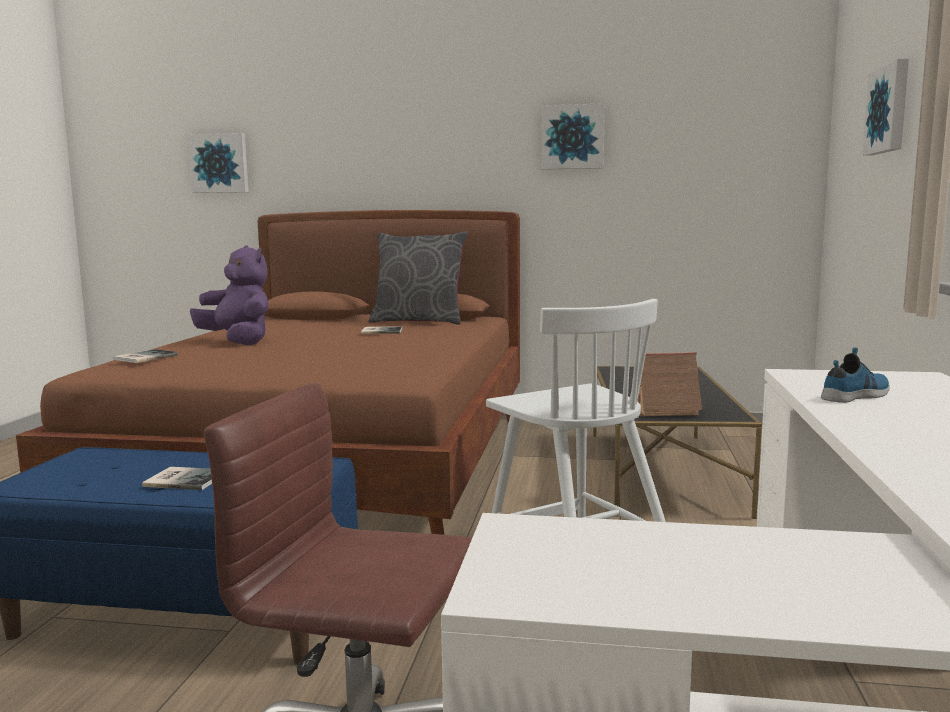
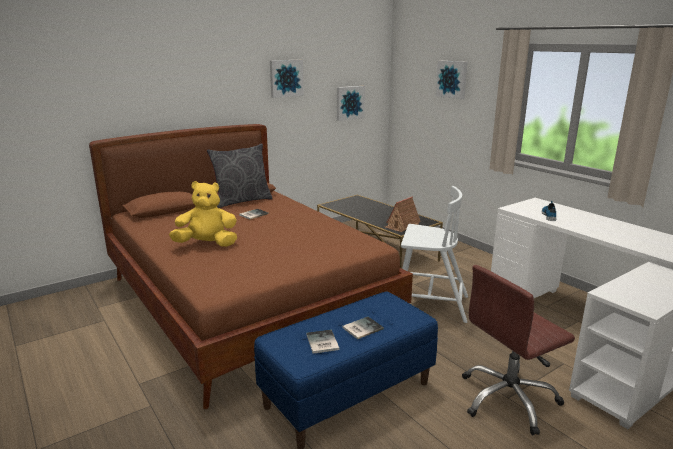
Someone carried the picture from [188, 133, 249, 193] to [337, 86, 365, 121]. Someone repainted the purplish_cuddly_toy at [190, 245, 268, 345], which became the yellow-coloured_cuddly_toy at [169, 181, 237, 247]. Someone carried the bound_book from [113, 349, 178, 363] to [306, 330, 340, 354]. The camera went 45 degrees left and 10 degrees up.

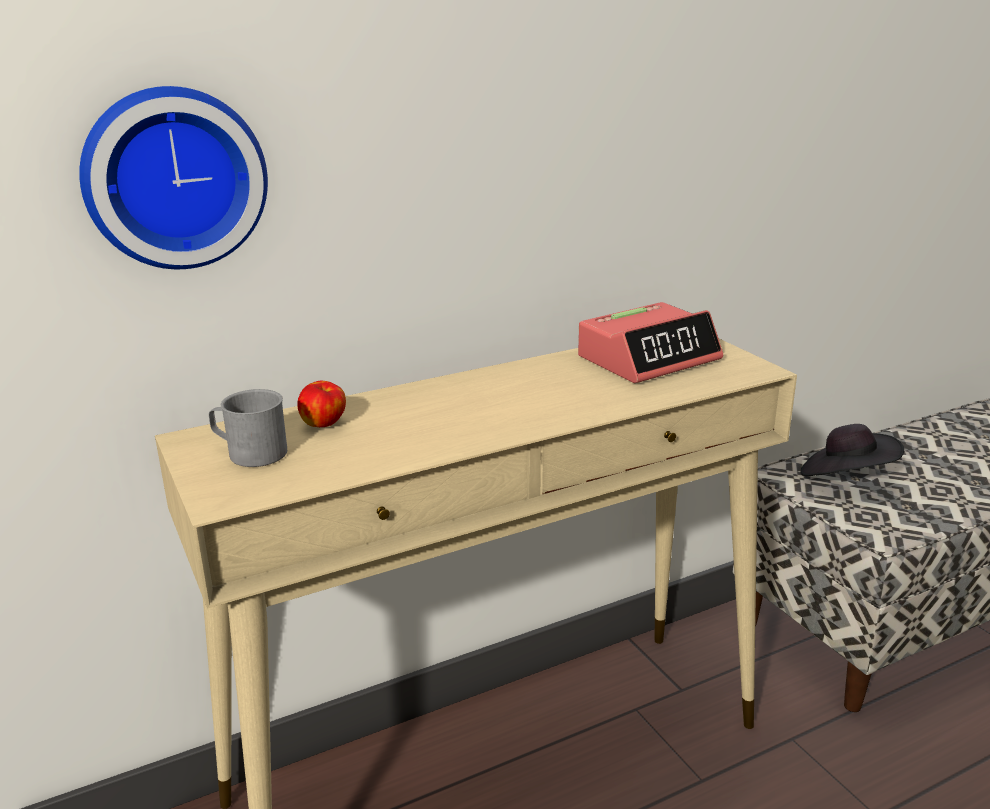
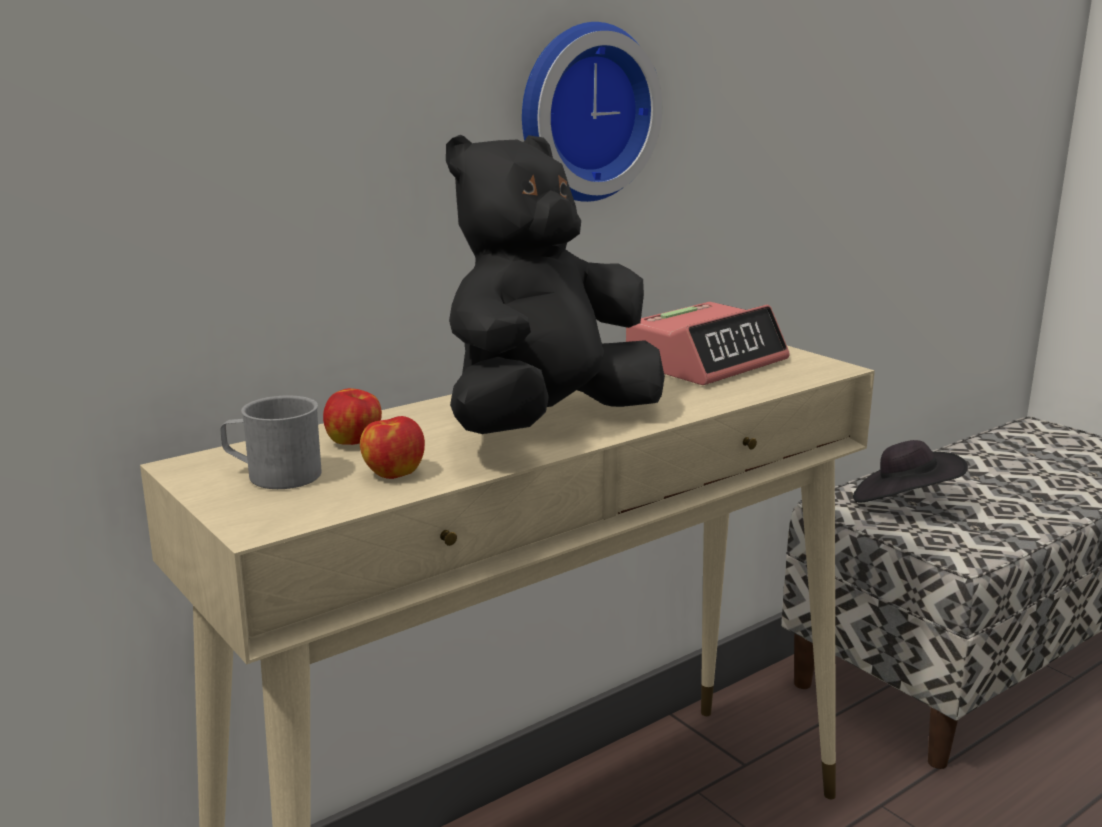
Someone carried the wall_clock from [79, 86, 268, 269] to [522, 22, 662, 202]. Someone put down the blackish_cuddly_toy at [446, 135, 665, 434]. Someone put down the whole_apple at [360, 416, 425, 479]. The camera went 10 degrees left and 5 degrees down.

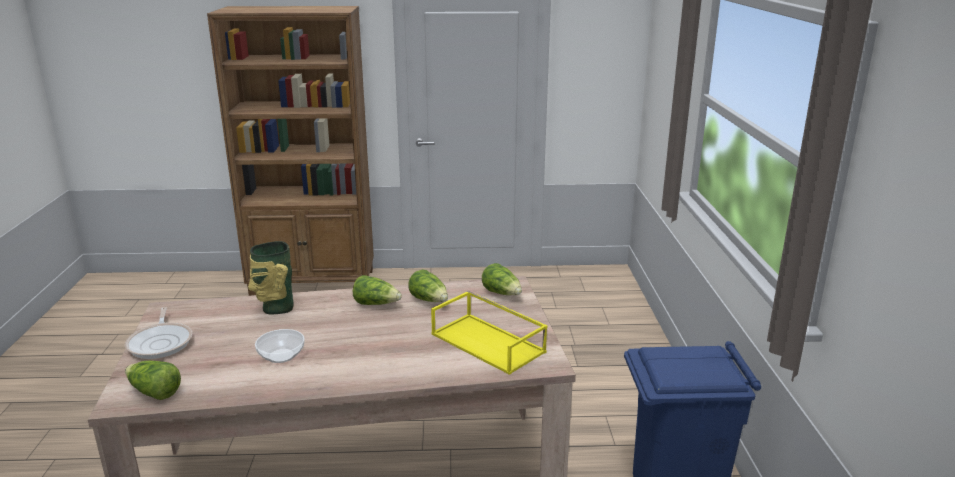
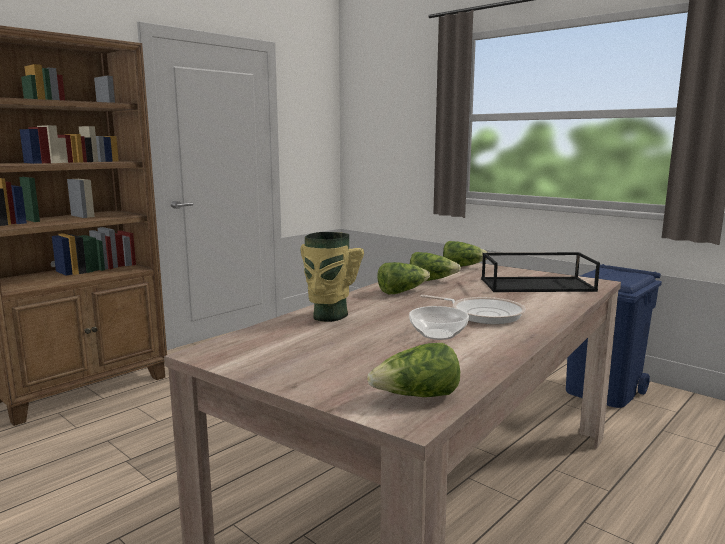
Someone repainted the yellow-coloured_carrying_tray at [431, 291, 547, 375], which became the blackish_carrying_tray at [481, 252, 600, 292]. Someone carried the frying_pan from [125, 307, 192, 359] to [420, 295, 526, 324]. The camera went 45 degrees left and 10 degrees down.

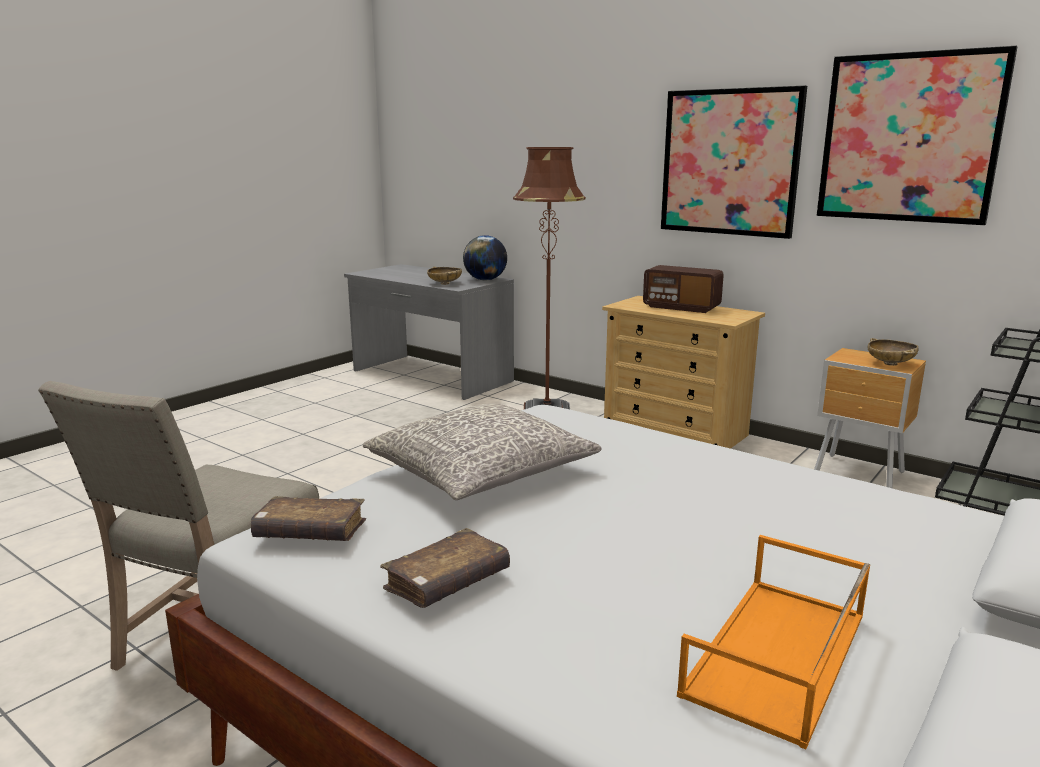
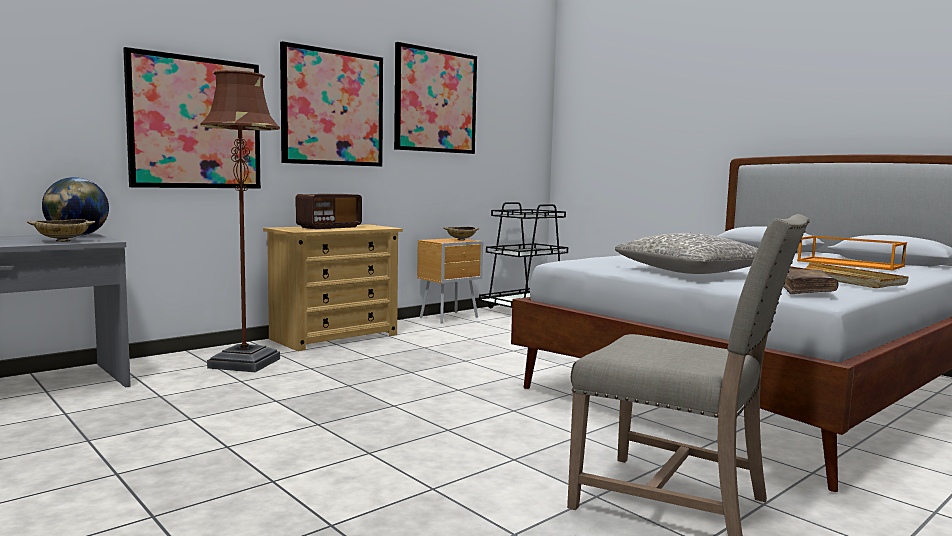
Someone swapped the brownish_bound_book at [380, 528, 510, 608] for the sand-coloured_carrying_tray at [790, 262, 909, 288]. Someone put up the picture at [123, 47, 261, 189]. The camera went 80 degrees left and 10 degrees down.

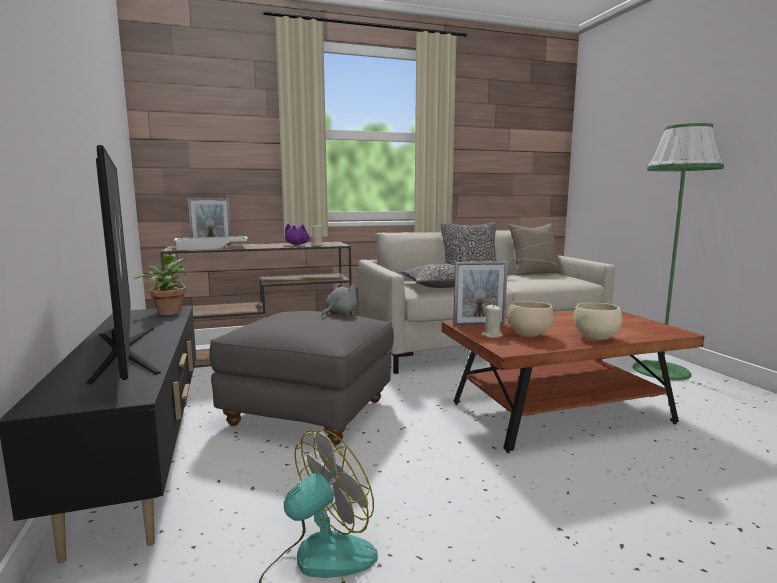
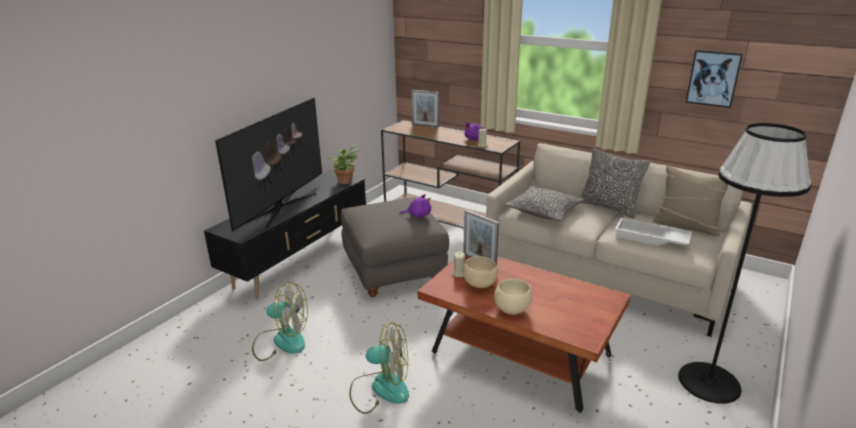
Someone repainted the green_floor_lamp at [633, 123, 724, 380], which became the blackish_floor_lamp at [678, 123, 812, 404]. Someone carried the white_carrying_tray from [174, 236, 248, 250] to [615, 218, 692, 246]. Someone repainted the grey_cuddly_toy at [321, 283, 358, 316], which became the purplish_cuddly_toy at [399, 194, 431, 218]. Someone put up the picture at [686, 50, 743, 108]. Someone put down the cooling_fan at [350, 322, 409, 414]. The camera went 50 degrees right and 15 degrees up.

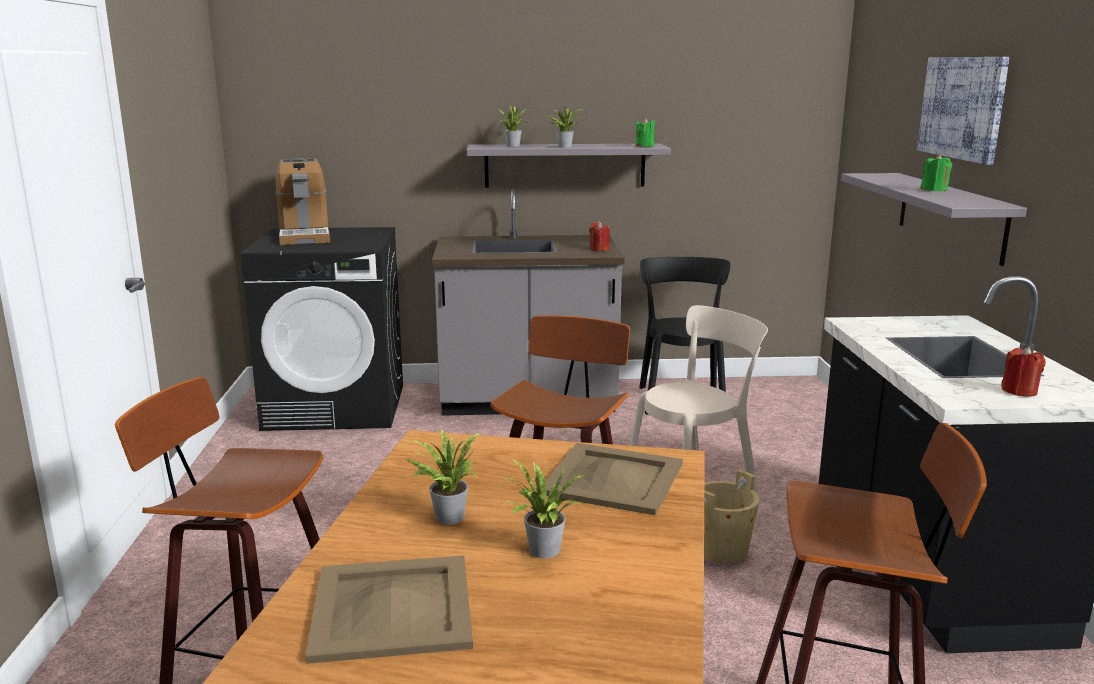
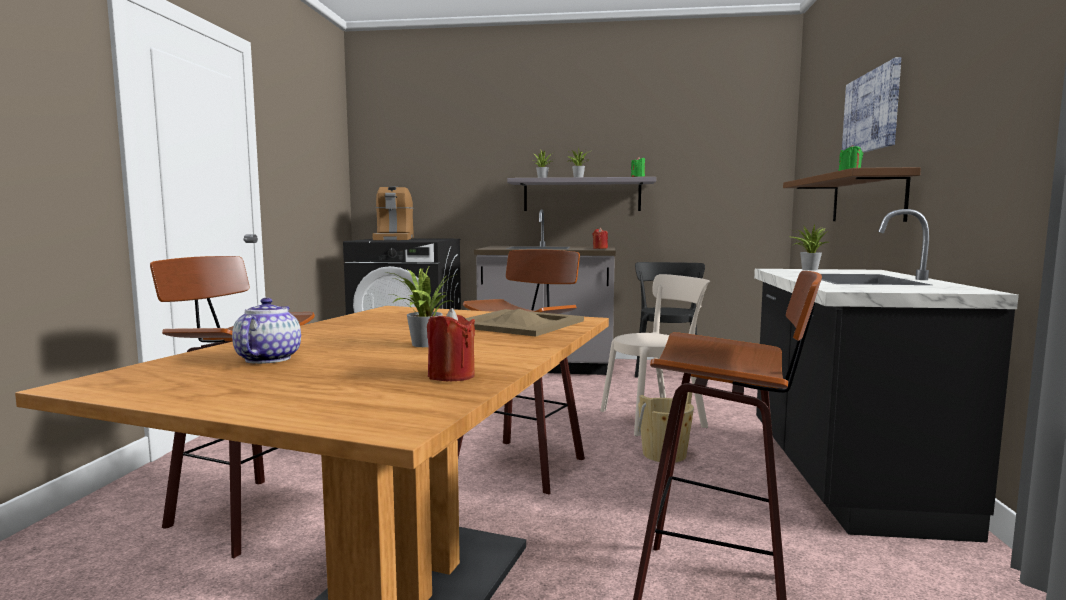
Someone repainted the grey_wall_shelf at [841, 173, 1027, 266], which became the brownish_wall_shelf at [783, 167, 921, 222]. Someone carried the reddish_wax_light from [1001, 346, 1046, 397] to [427, 308, 475, 382]. Someone carried the plant_in_a_pot from [405, 428, 483, 525] to [791, 225, 830, 270]. Someone swapped the sand-coloured_carrying_tray at [305, 555, 473, 664] for the teapot at [232, 298, 301, 364]. The camera went 10 degrees right and 10 degrees down.

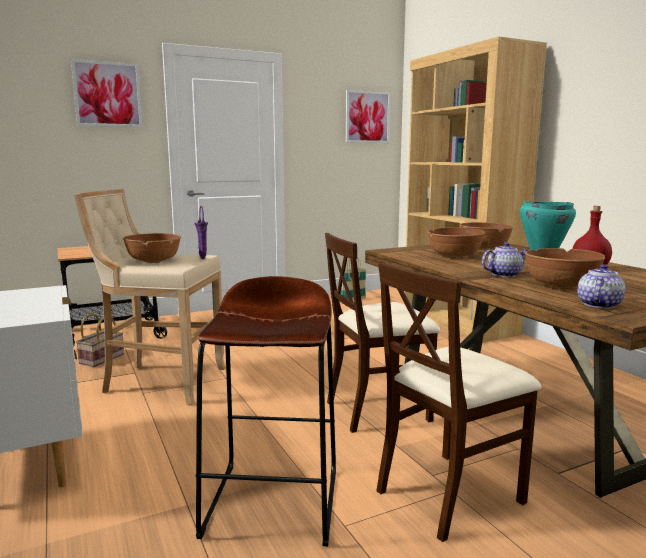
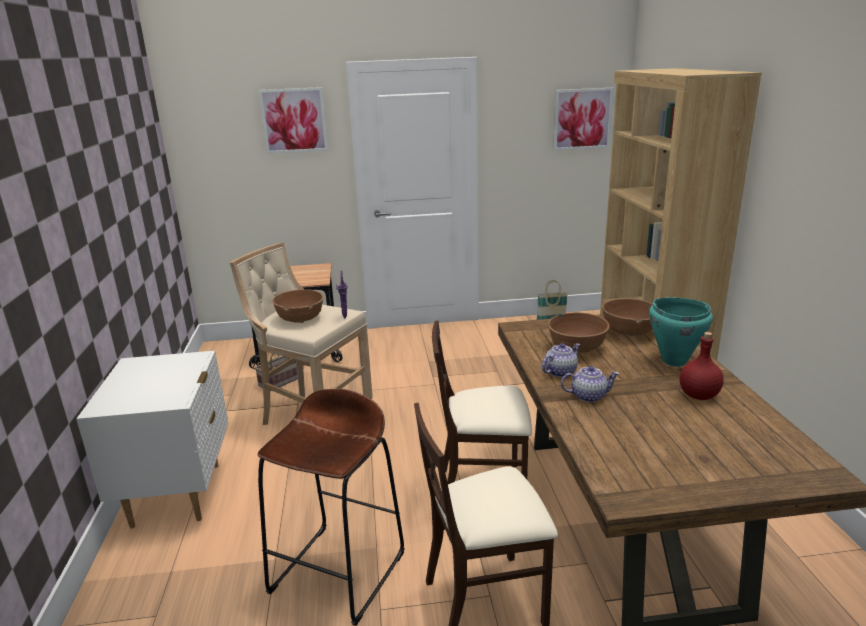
Someone took away the brownish_deep_dish at [525, 248, 605, 290]. Someone carried the teapot from [577, 264, 625, 309] to [542, 343, 580, 377]. The camera went 20 degrees right and 10 degrees up.

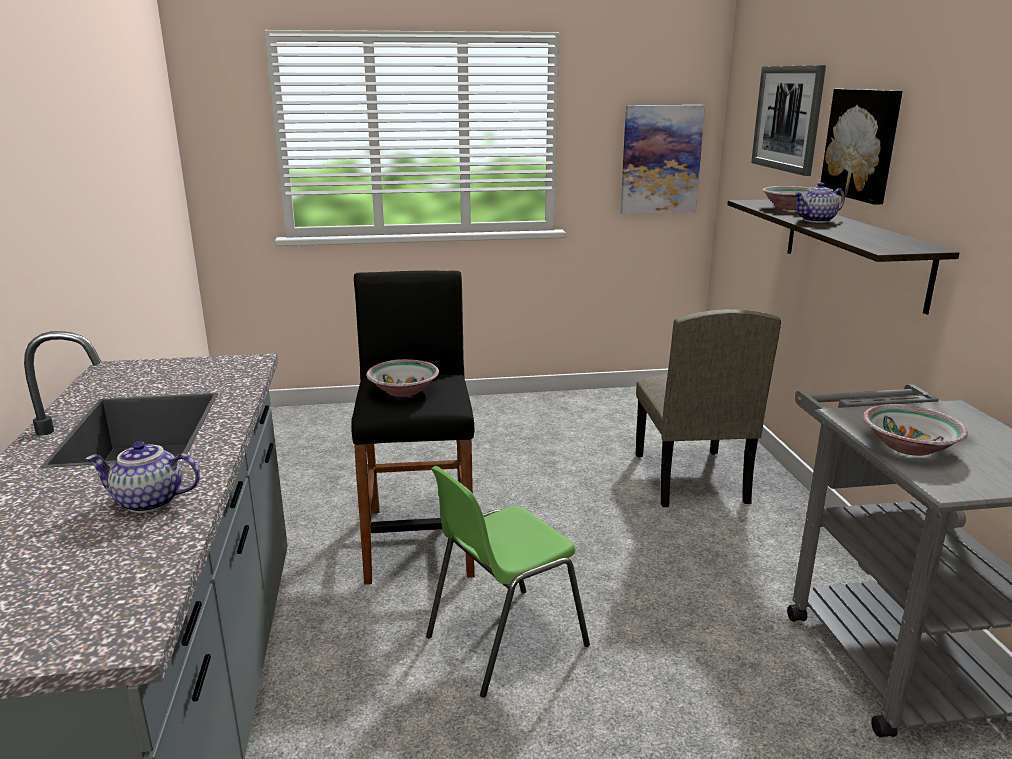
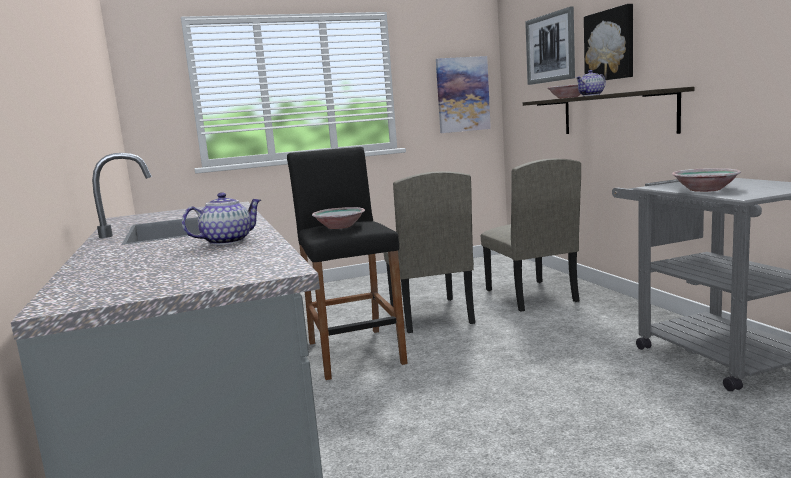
Someone rotated the teapot at [85, 441, 200, 513] by 150 degrees clockwise. Someone took away the green_plain_chair at [426, 466, 590, 698]. Someone put down the sand-coloured_plain_chair at [384, 171, 475, 333]. The camera went 10 degrees left and 10 degrees down.

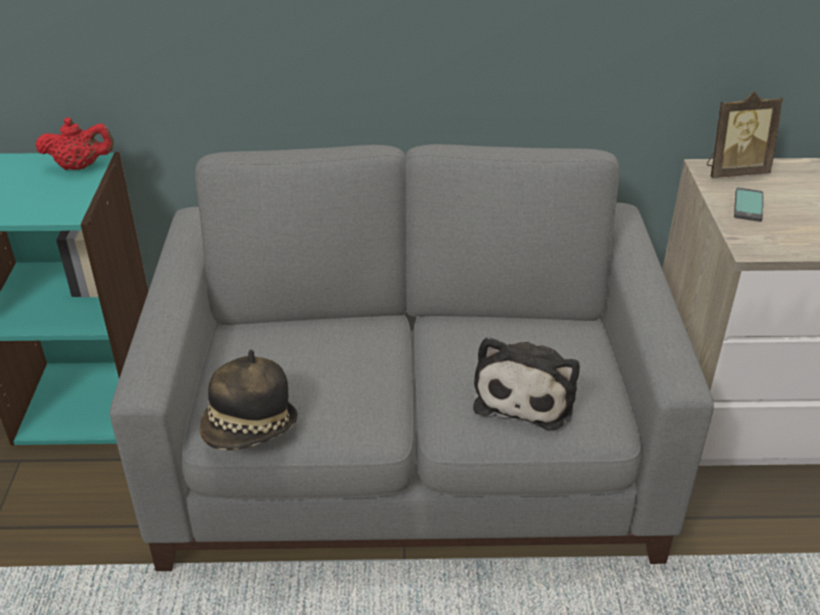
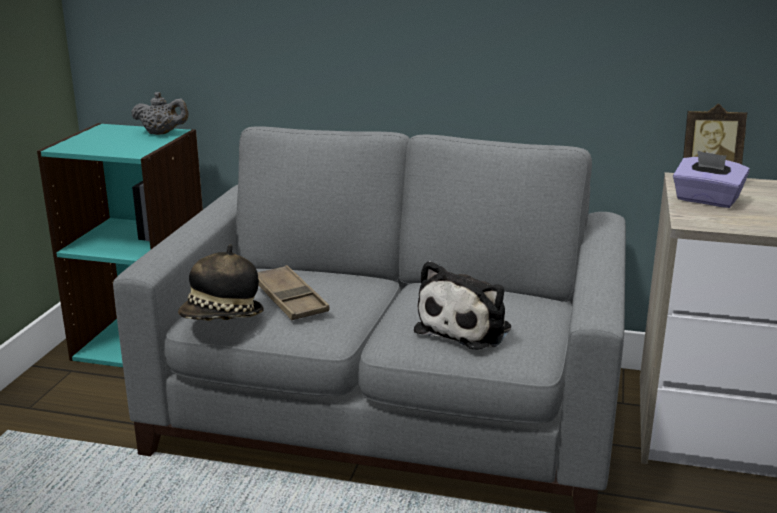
Someone repainted the reddish_teapot at [35, 117, 114, 170], which became the grey_teapot at [131, 92, 189, 135]. Someone swapped the handset at [734, 188, 764, 222] for the purplish_tissue_holder at [673, 151, 750, 208]. Someone put down the brownish_carrying_tray at [257, 265, 329, 320]. The camera went 15 degrees right and 15 degrees down.

